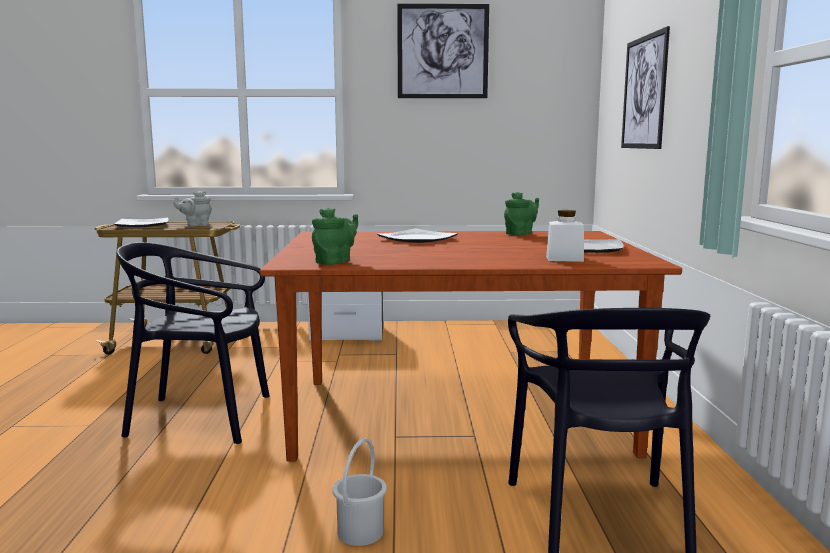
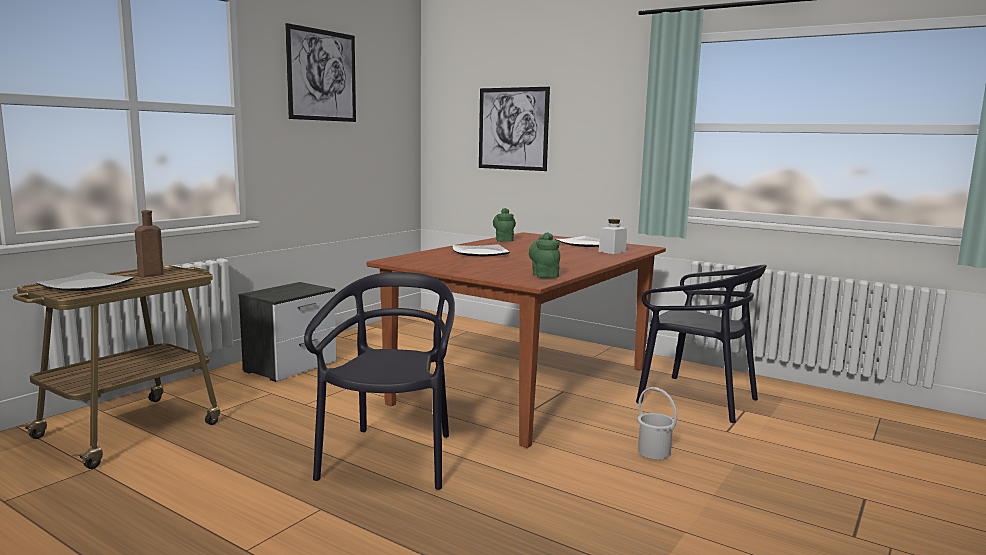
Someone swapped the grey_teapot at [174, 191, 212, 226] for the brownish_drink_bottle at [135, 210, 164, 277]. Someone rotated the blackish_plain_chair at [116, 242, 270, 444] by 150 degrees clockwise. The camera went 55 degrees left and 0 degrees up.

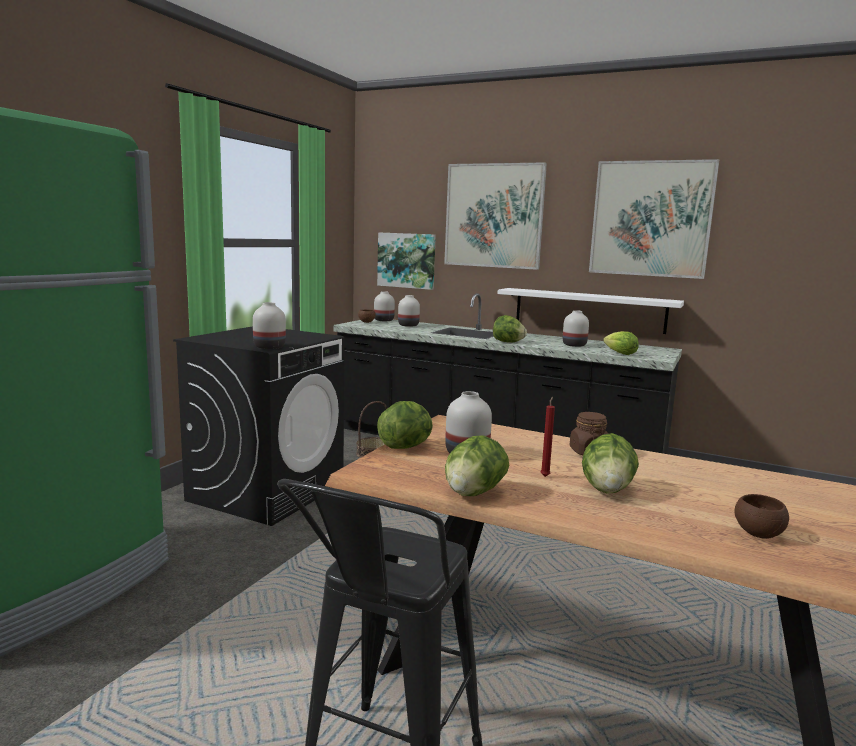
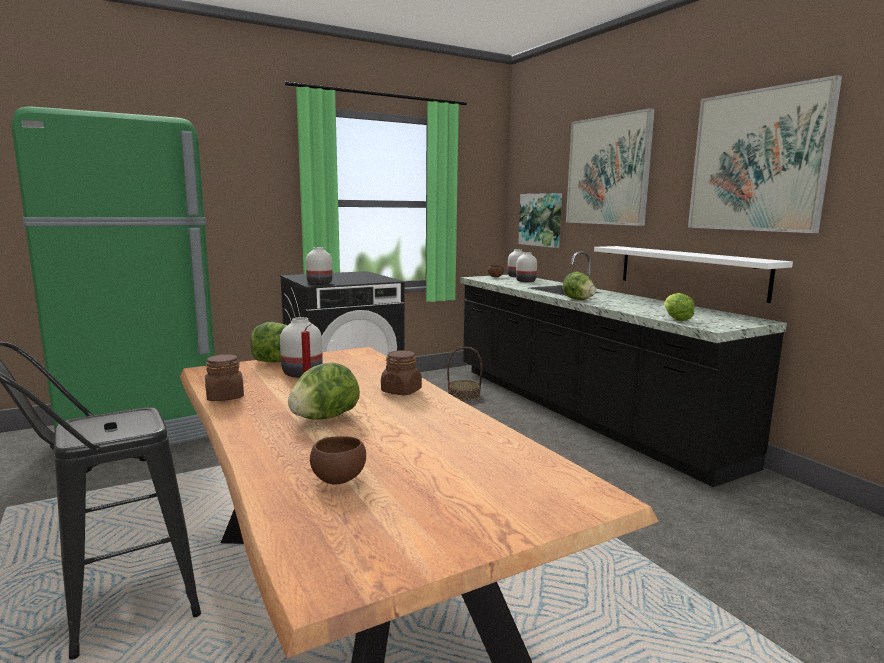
Someone took away the white_vase at [563, 310, 589, 347]. Someone swapped the lettuce at [445, 435, 509, 496] for the brownish_preserve_jar at [205, 354, 244, 401]. The camera went 35 degrees right and 0 degrees up.

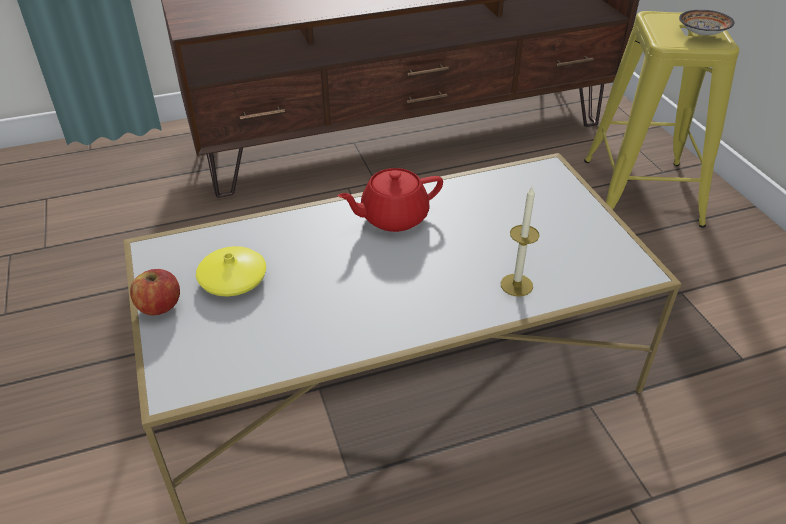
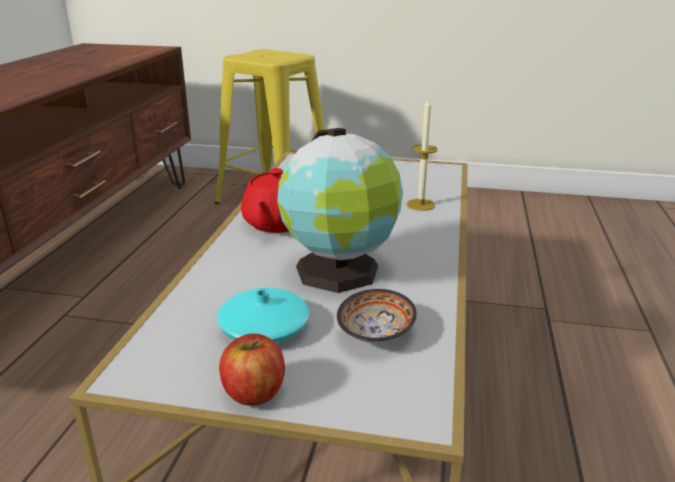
Someone carried the deep_dish from [679, 10, 734, 35] to [337, 289, 417, 343]. Someone repainted the yellow-coloured_vase at [196, 246, 266, 296], which became the blue-green_vase at [217, 288, 309, 343]. Someone put down the desk_globe at [277, 128, 403, 293]. The camera went 60 degrees left and 15 degrees down.

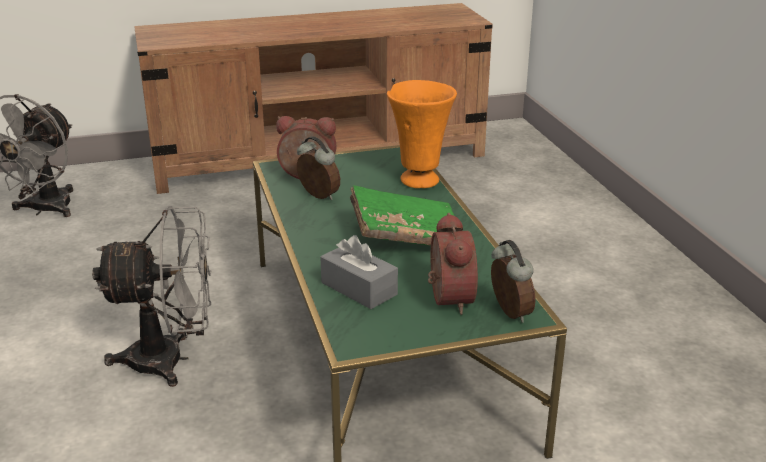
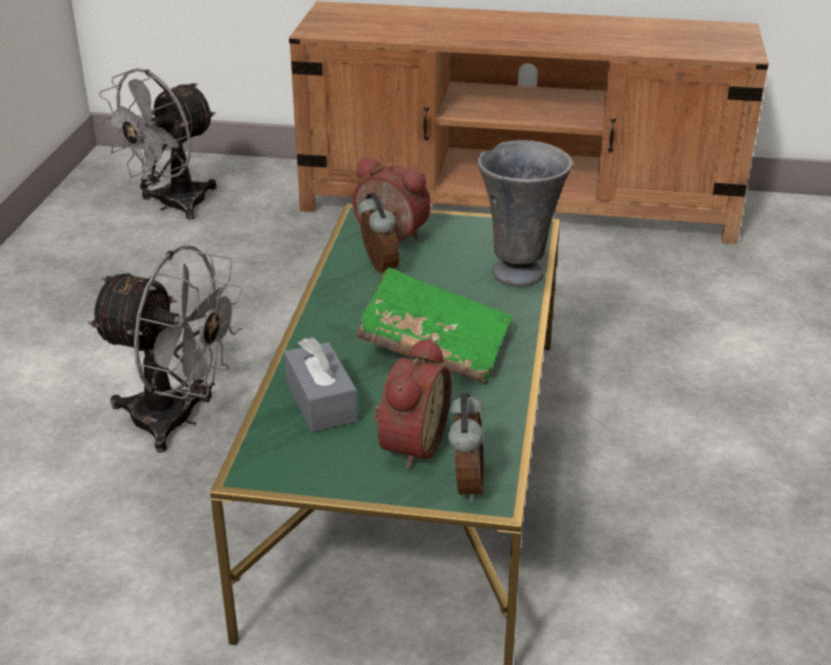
Someone repainted the orange_vase at [387, 80, 457, 188], which became the grey_vase at [477, 140, 573, 286]. The camera went 25 degrees right and 5 degrees up.

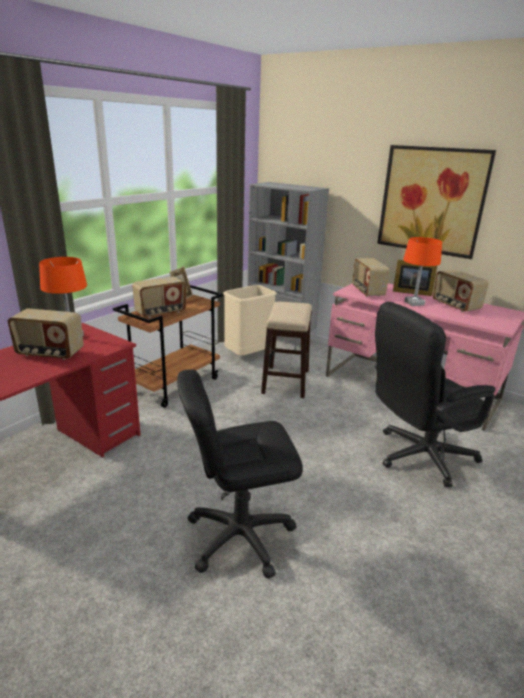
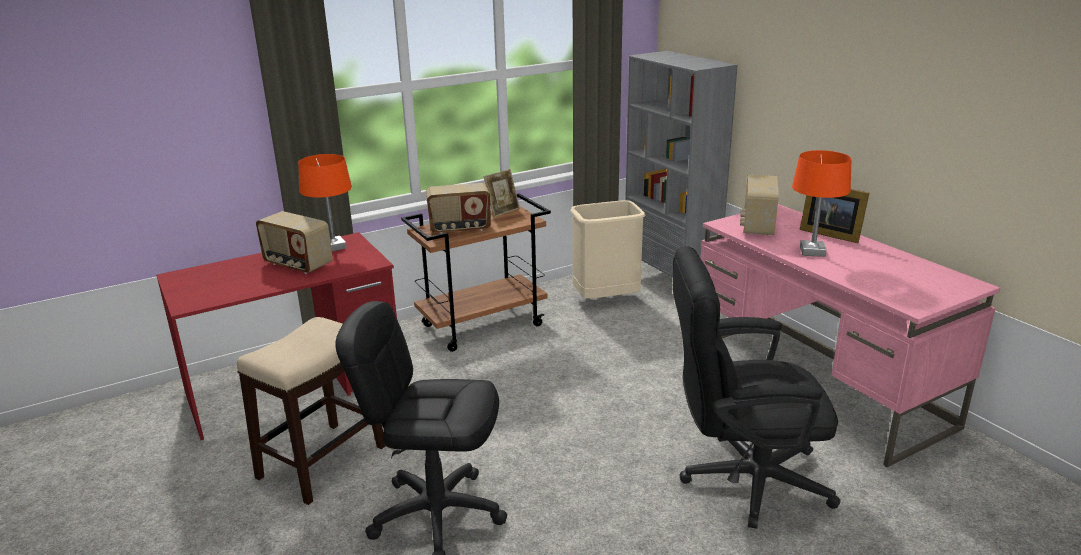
Someone took away the picture at [377, 145, 496, 259]. Someone took away the radio at [433, 269, 489, 312]. Someone carried the sitting_stool from [261, 302, 312, 398] to [237, 317, 386, 505]. The camera went 25 degrees right and 0 degrees up.

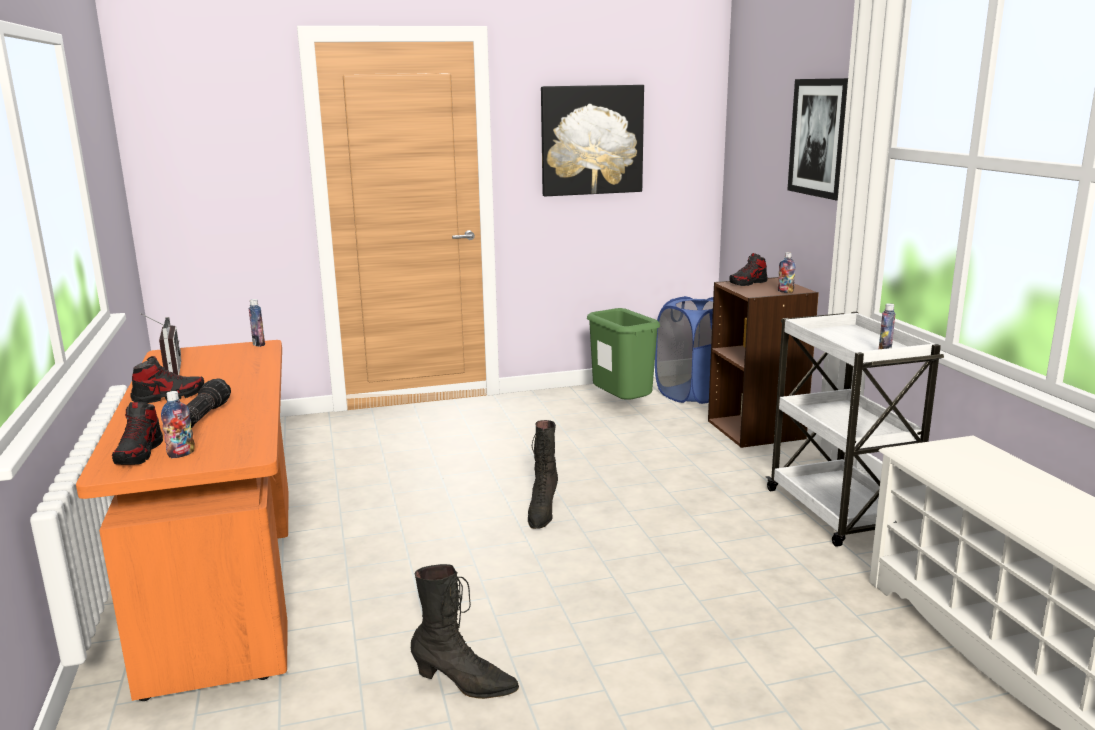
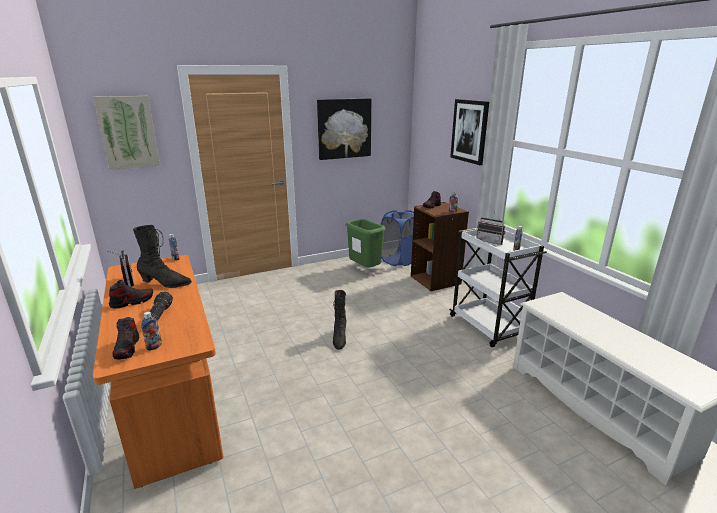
Someone carried the blackish_high-top_boot from [411, 564, 519, 699] to [133, 225, 192, 288]. Someone put up the picture at [93, 96, 160, 170]. Someone put down the radio at [477, 210, 505, 245]. The camera went 10 degrees left and 5 degrees up.

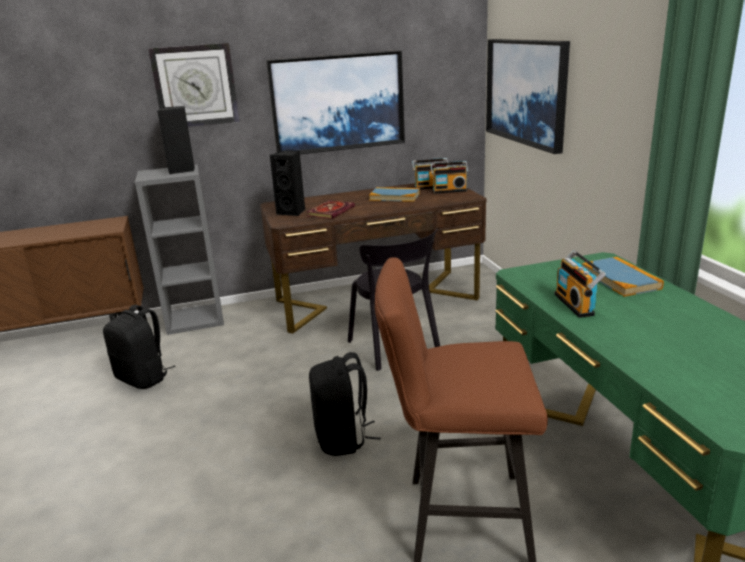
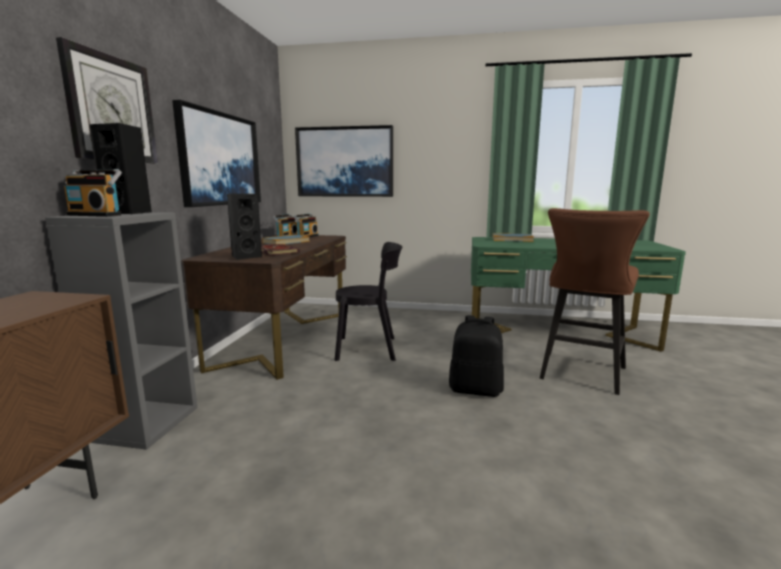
Someone carried the radio from [554, 250, 606, 318] to [64, 169, 122, 217]. Someone took away the blackish_rucksack at [103, 305, 176, 389]. The camera went 65 degrees left and 10 degrees down.

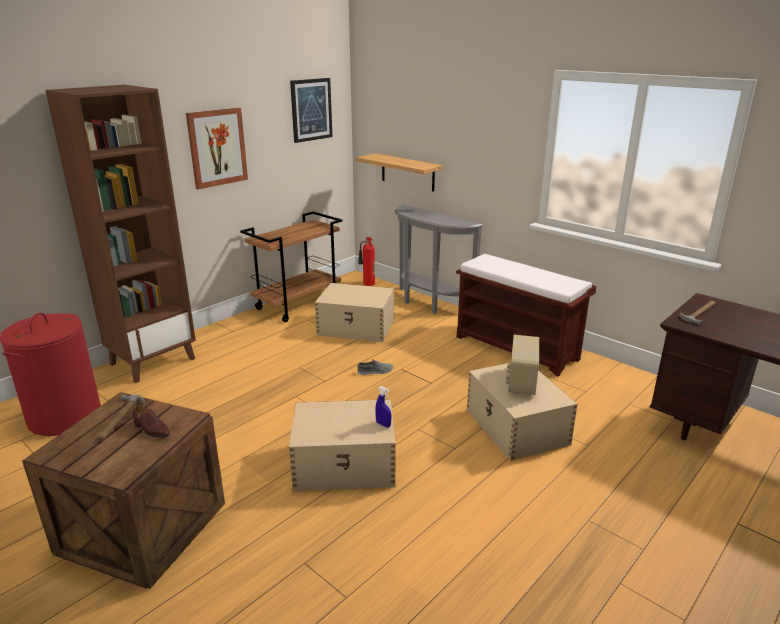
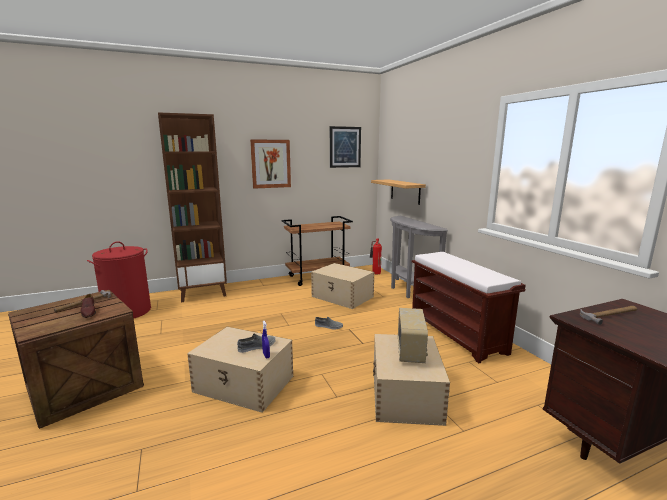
Someone rotated the radio at [506, 335, 539, 395] by 150 degrees clockwise. Someone put down the grey_low_shoe at [237, 334, 275, 353]. The camera went 25 degrees right and 10 degrees down.

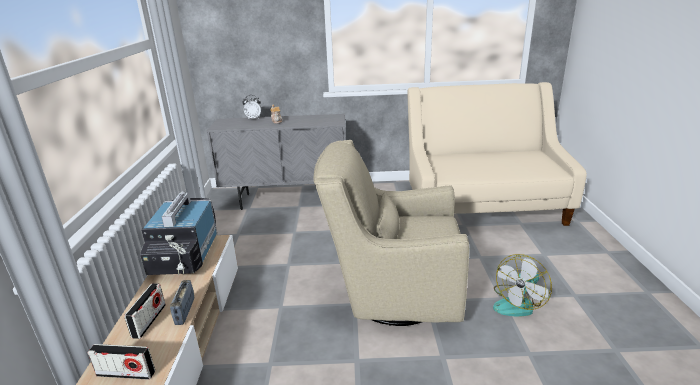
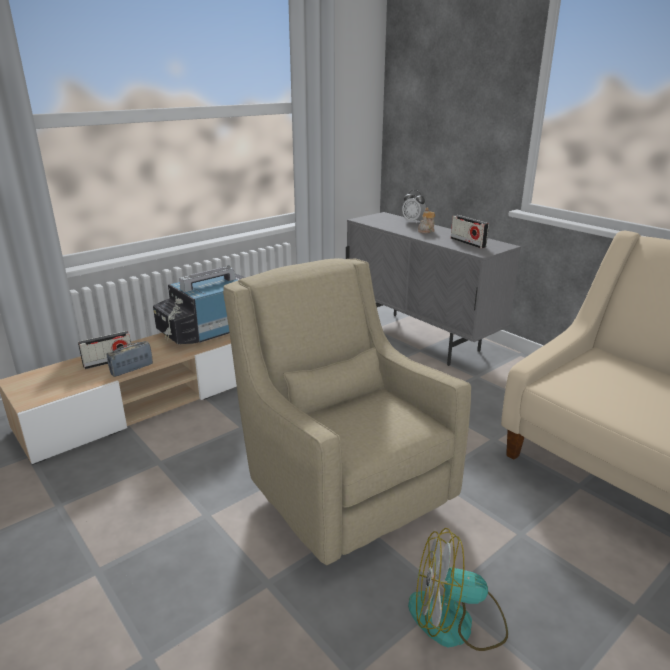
Someone carried the radio from [88, 344, 155, 380] to [451, 215, 489, 248]. The camera went 50 degrees right and 0 degrees up.

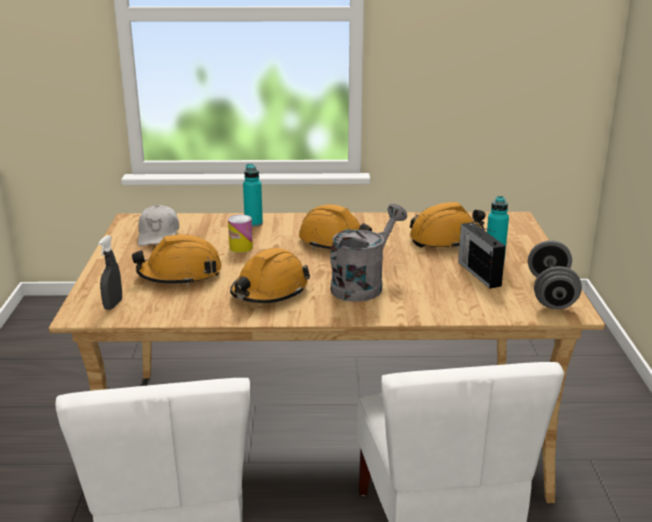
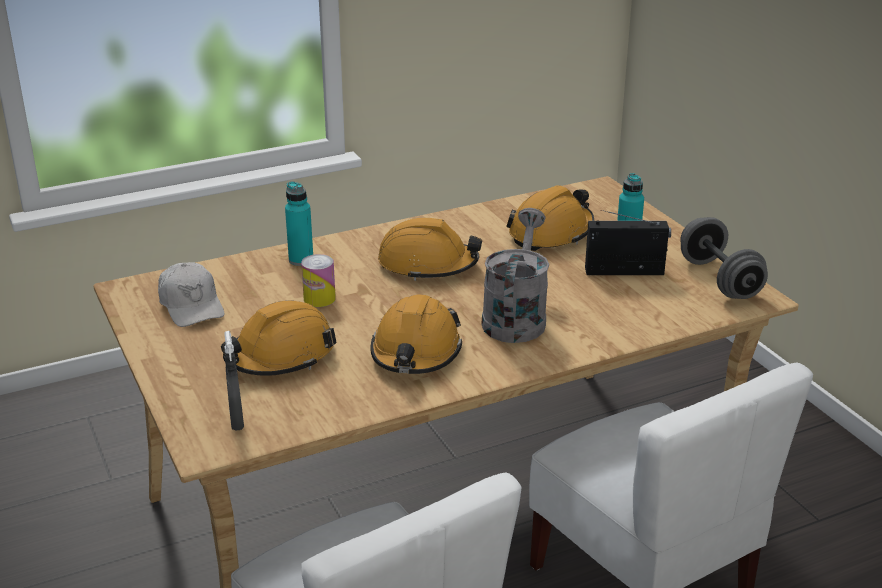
Someone rotated the radio at [458, 222, 506, 289] by 135 degrees clockwise. The camera went 25 degrees left and 5 degrees up.

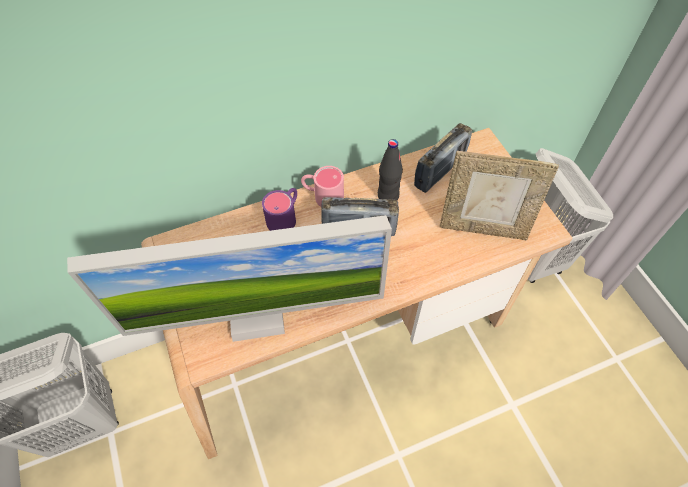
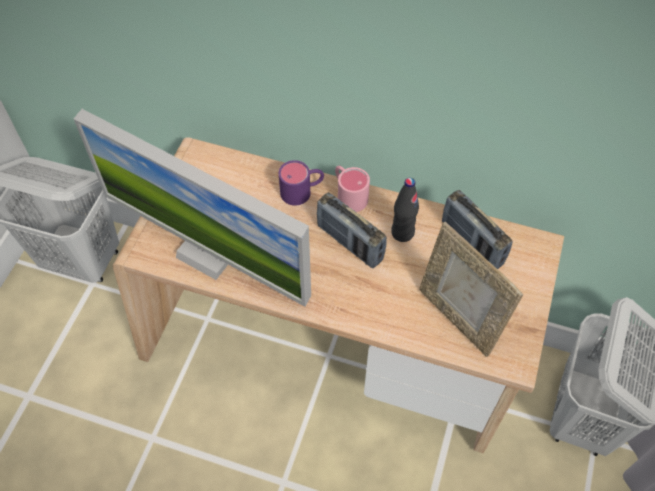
Someone rotated the radio at [414, 123, 472, 193] by 60 degrees clockwise. The camera went 40 degrees right and 0 degrees up.

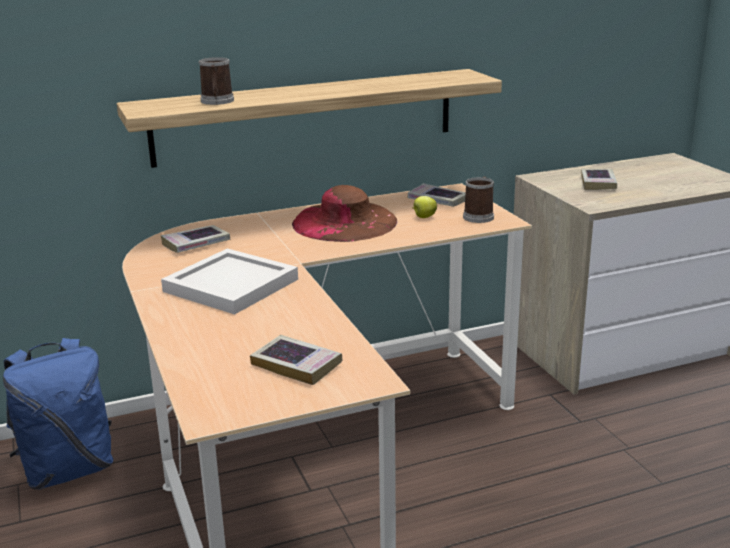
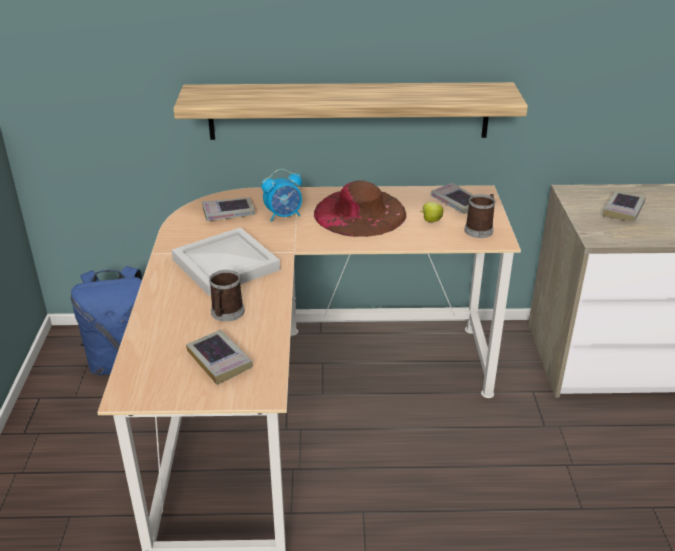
Someone carried the coffee_mug from [198, 57, 234, 105] to [209, 270, 245, 322]. Someone put down the table_clock at [261, 169, 302, 222]. The camera went 20 degrees right and 10 degrees up.

